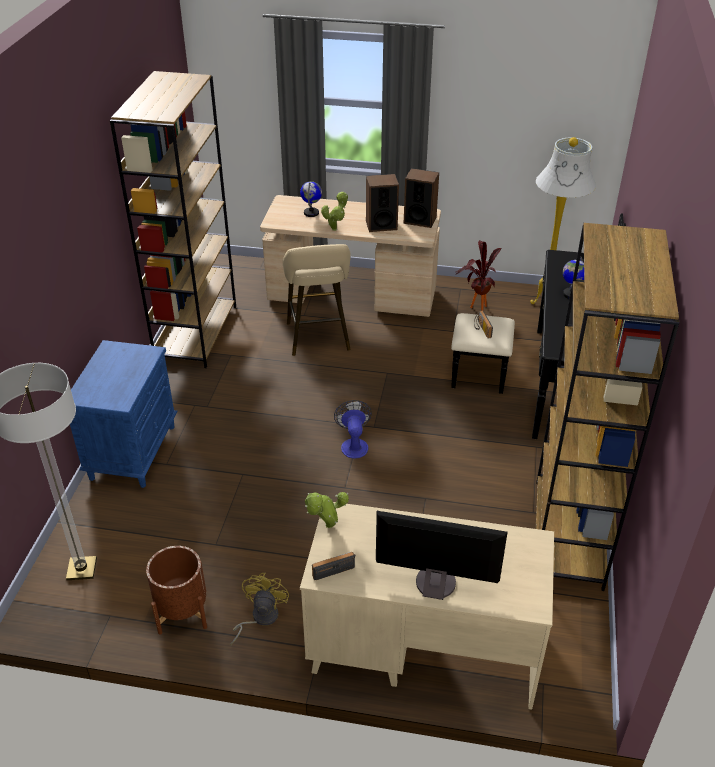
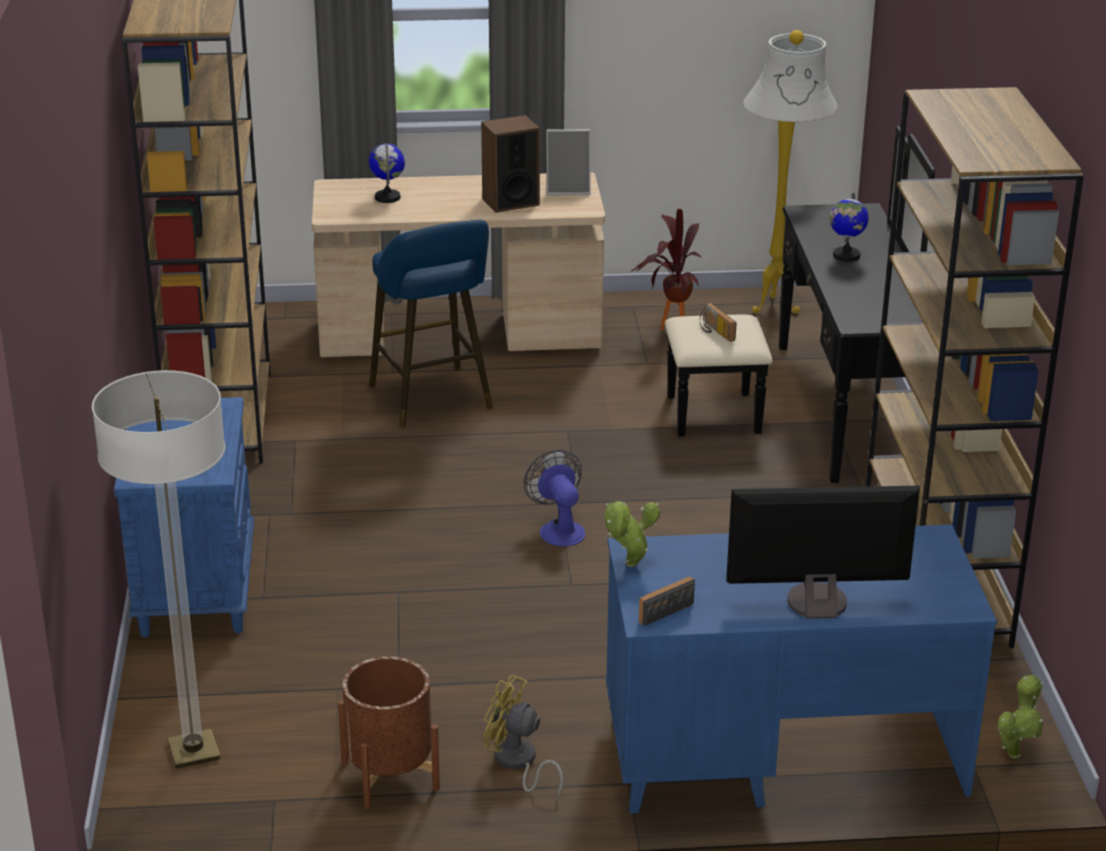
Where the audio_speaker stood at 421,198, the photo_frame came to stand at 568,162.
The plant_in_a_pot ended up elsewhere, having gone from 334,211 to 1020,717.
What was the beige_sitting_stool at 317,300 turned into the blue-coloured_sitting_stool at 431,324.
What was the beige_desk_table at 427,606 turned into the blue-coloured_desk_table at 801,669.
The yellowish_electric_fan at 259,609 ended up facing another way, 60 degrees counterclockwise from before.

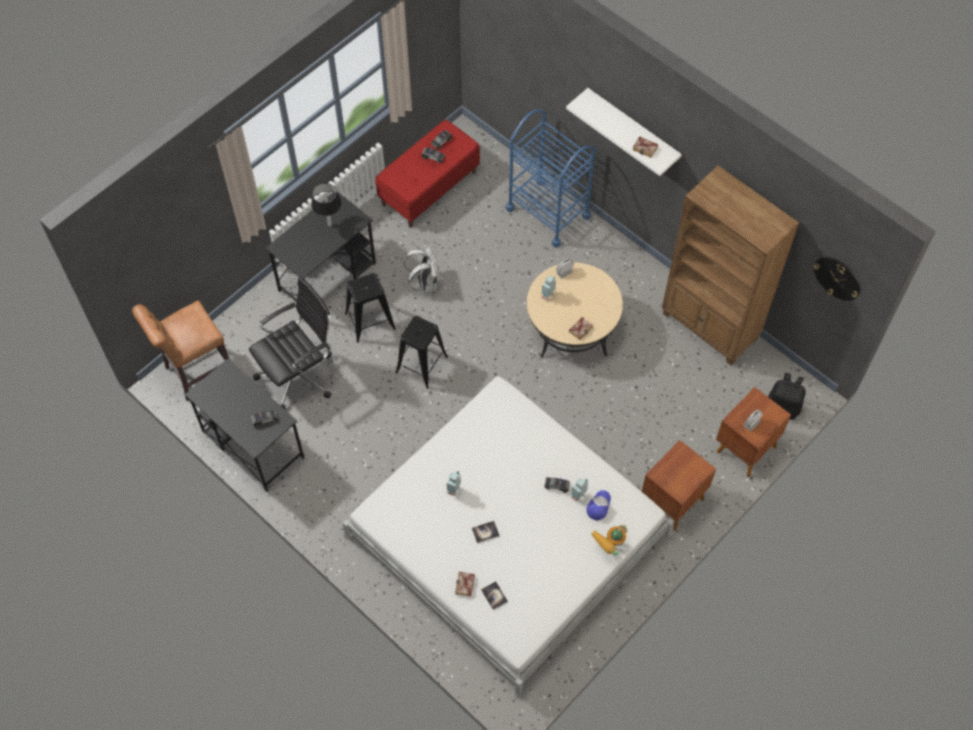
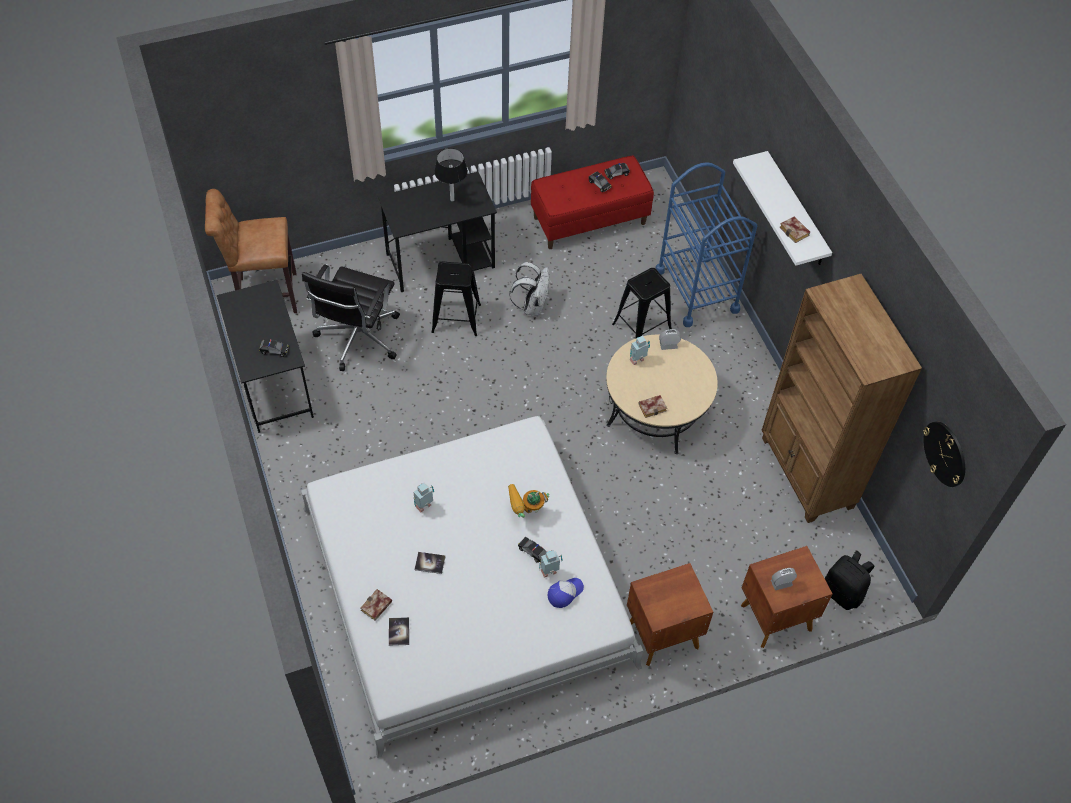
The blackish_computer_chair at 290,343 ended up facing another way, 120 degrees clockwise from before.
The blackish_sitting_stool ended up elsewhere, having gone from 421,352 to 642,303.
The model_robot ended up elsewhere, having gone from 609,540 to 528,501.

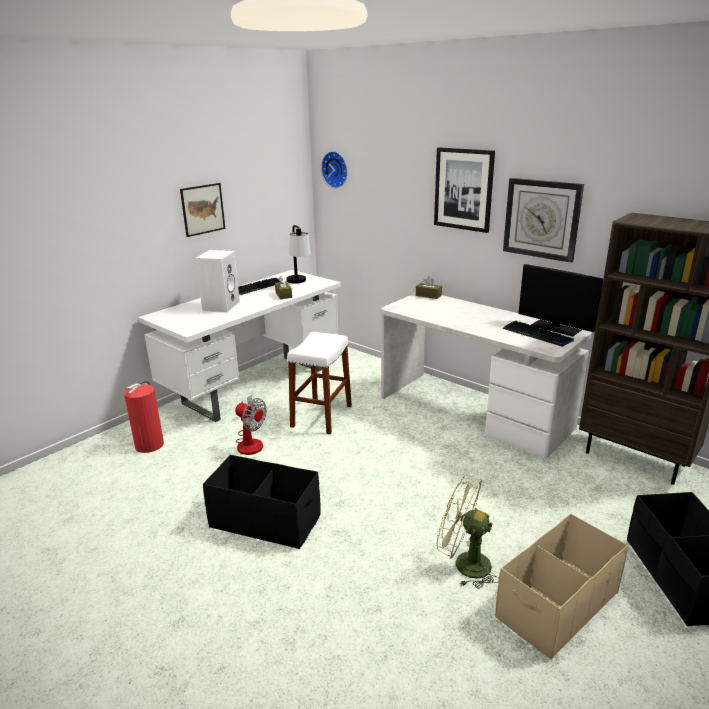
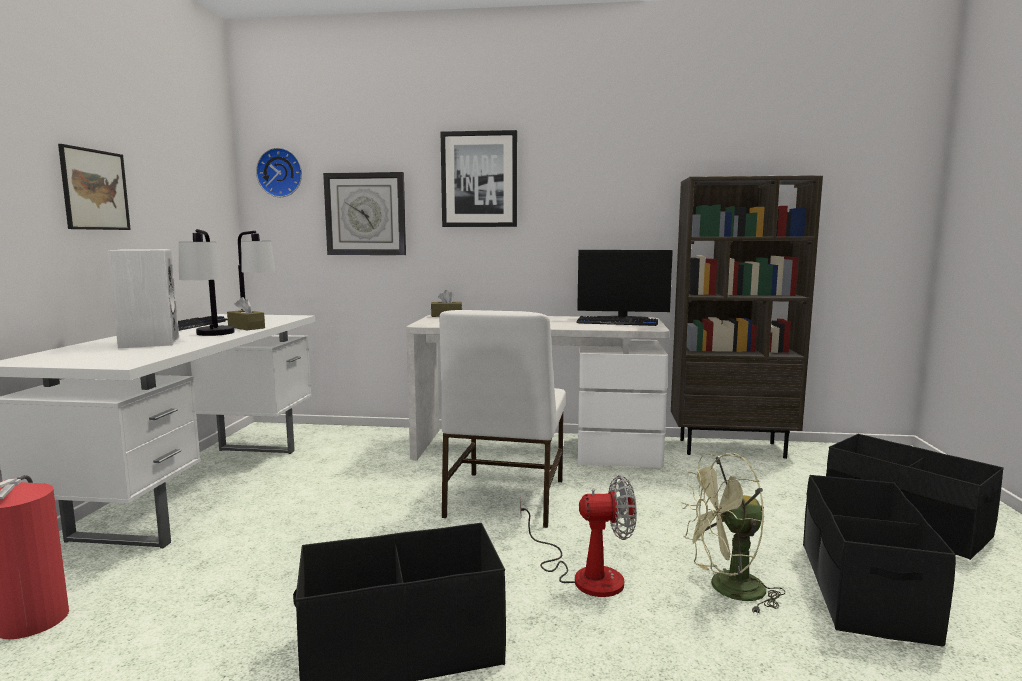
The hanging_clock ended up elsewhere, having gone from 543,220 to 364,213.
The second view lost the white_sitting_stool at 319,383.
The electric_fan ended up elsewhere, having gone from 251,425 to 578,536.
What was the beige_storage_bin at 561,586 turned into the blackish_storage_bin at 879,561.
The second view gained the table_lamp at 207,282.
The second view gained the white_chair at 502,419.

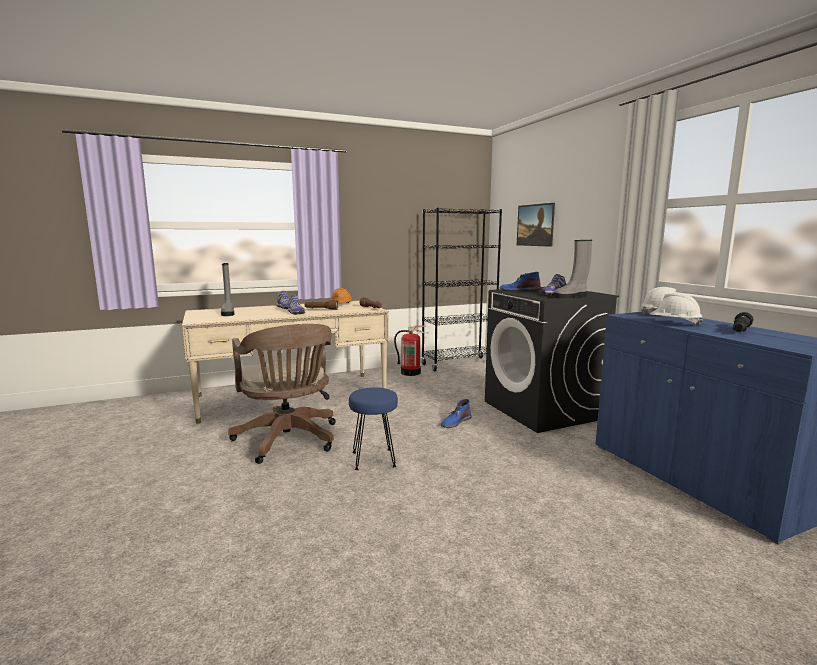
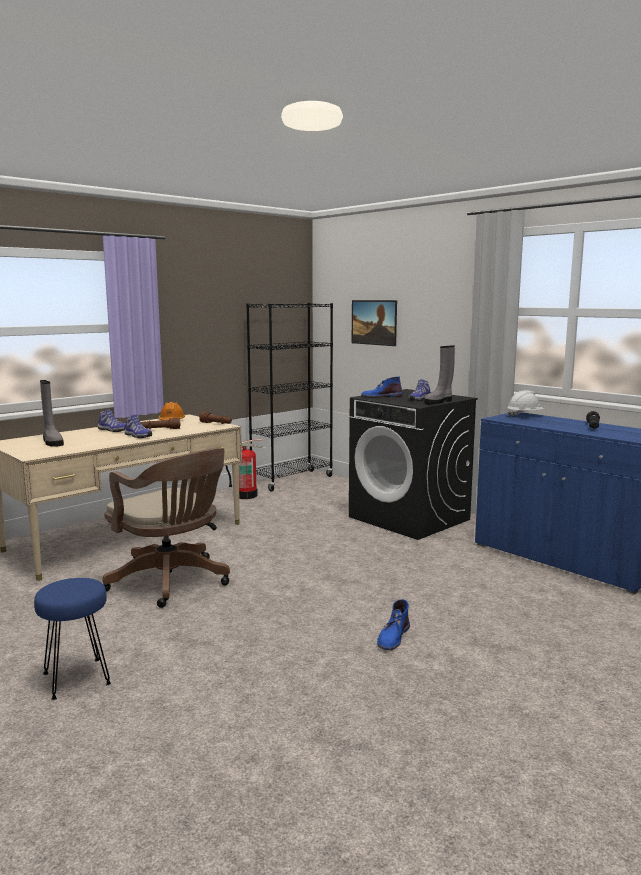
The second view lost the white_safety_helmet at 676,309.
The blue-coloured_sitting_stool ended up elsewhere, having gone from 373,428 to 72,639.
The blue-coloured_high-top_boot ended up elsewhere, having gone from 456,413 to 393,624.

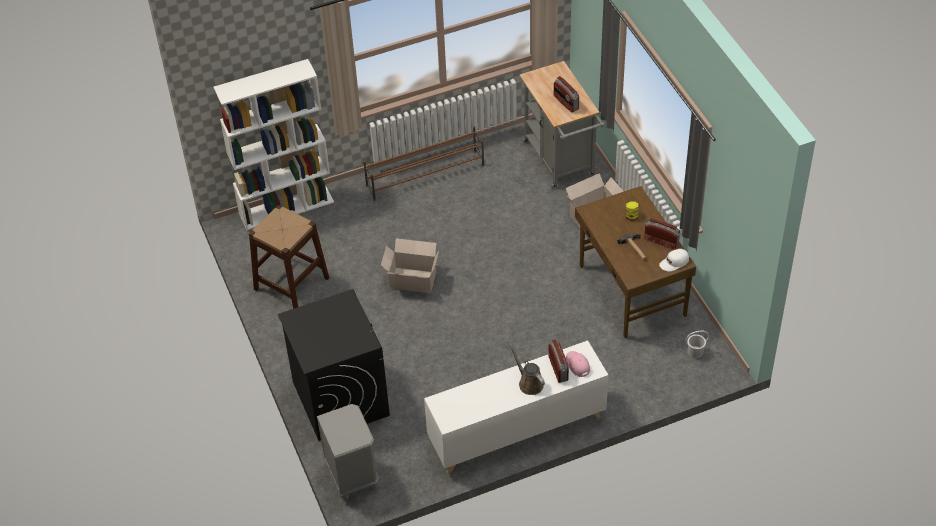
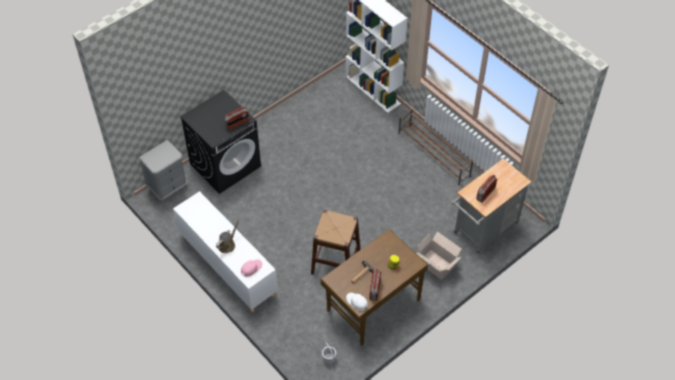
The brown_sitting_stool ended up elsewhere, having gone from 289,257 to 336,242.
The second view lost the cardboard_box at 410,265.
The radio_set ended up elsewhere, having gone from 558,361 to 236,118.

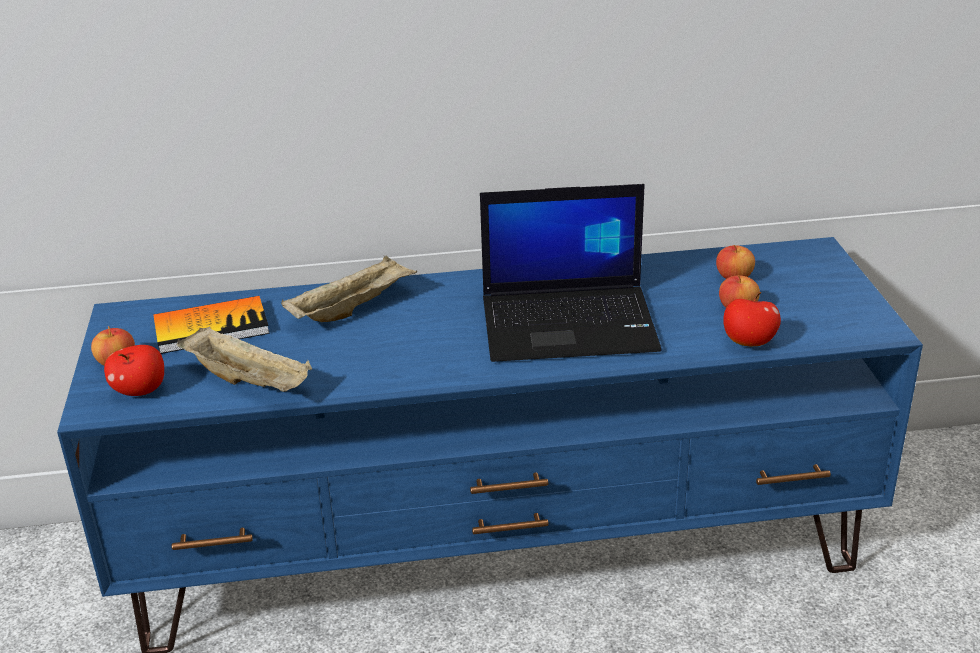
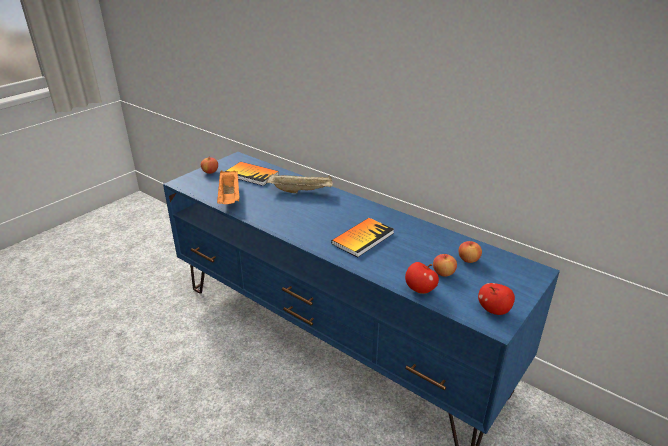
Where the laptop stood at 570,273, the volume came to stand at 362,237.
What was the beige_serving_tray at 244,359 turned into the orangey_serving_tray at 228,187.
The apple_fruit ended up elsewhere, having gone from 134,370 to 496,299.

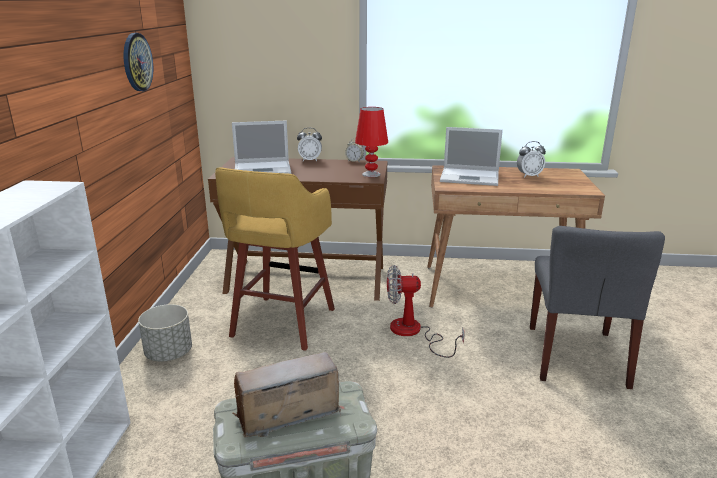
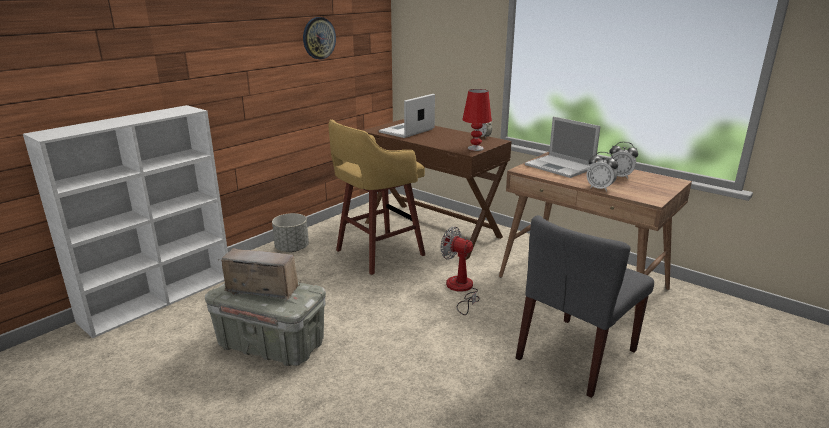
The laptop at 261,147 ended up facing another way, 105 degrees clockwise from before.
The bedside_clock ended up elsewhere, having gone from 309,144 to 602,172.

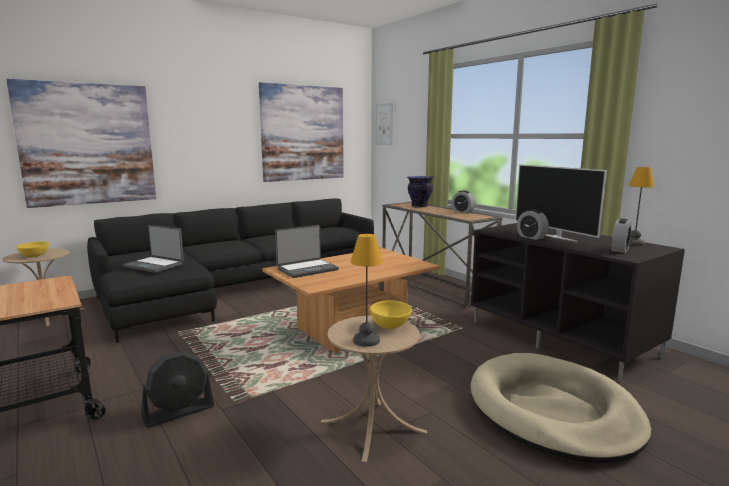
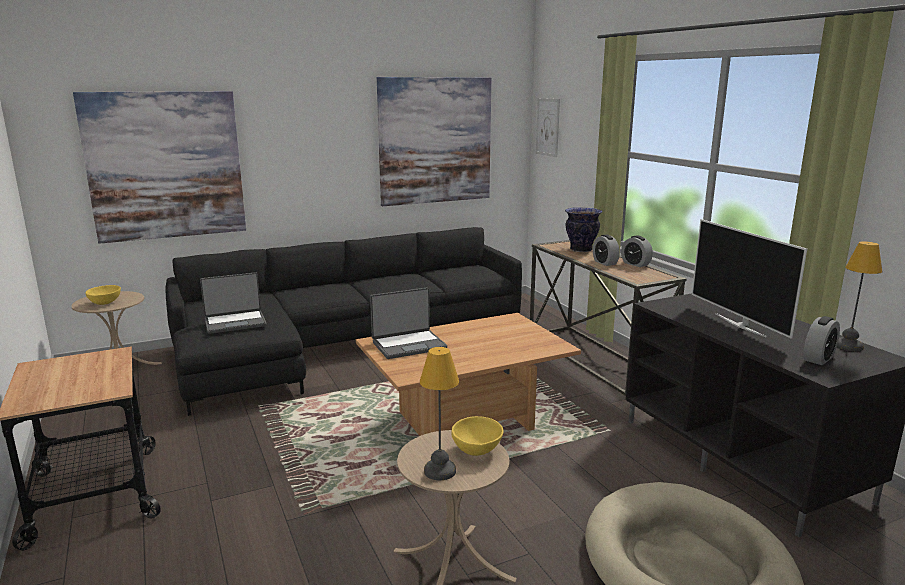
The bedside_clock ended up elsewhere, having gone from 533,224 to 606,250.
The laptop at 153,249 ended up facing another way, 60 degrees counterclockwise from before.
The second view lost the blackish_electric_fan at 177,389.

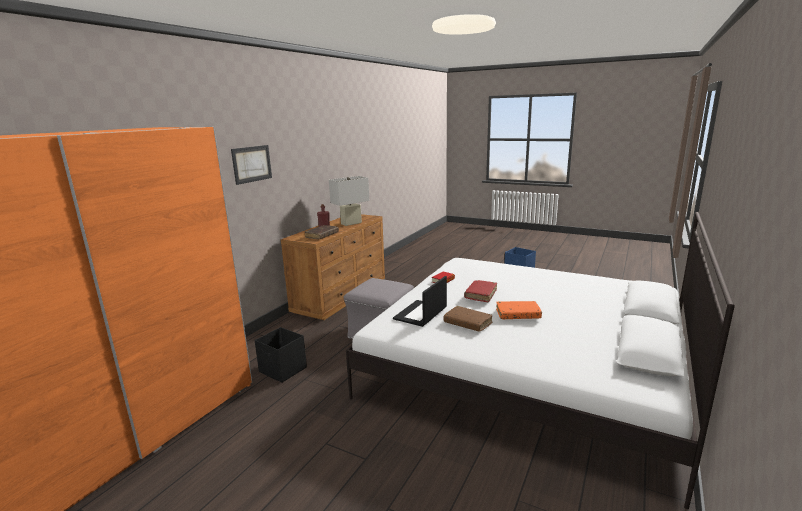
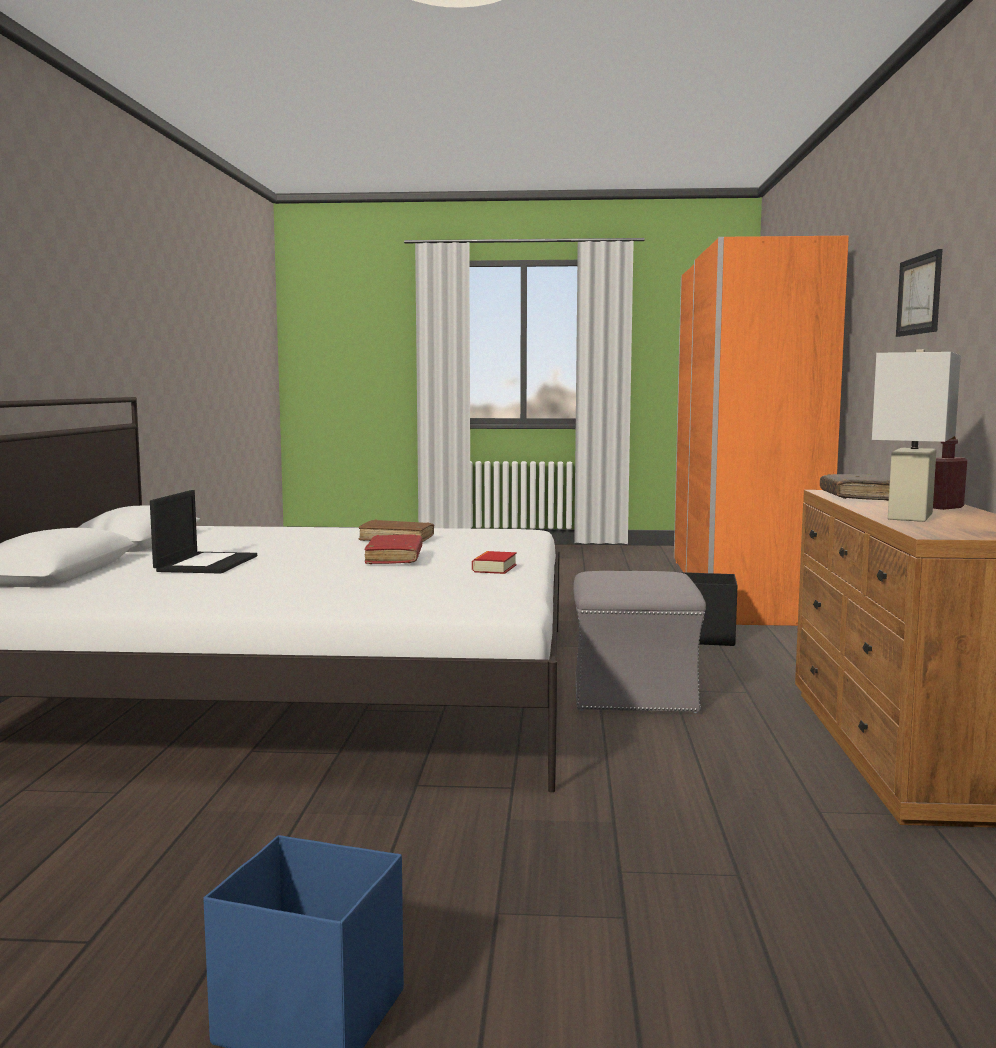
The laptop ended up elsewhere, having gone from 420,301 to 203,532.
The second view lost the orangey_volume at 519,310.

